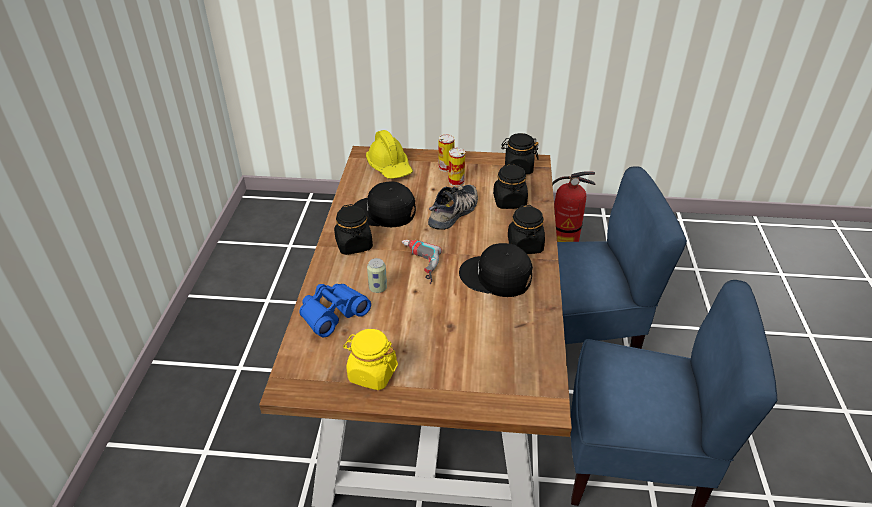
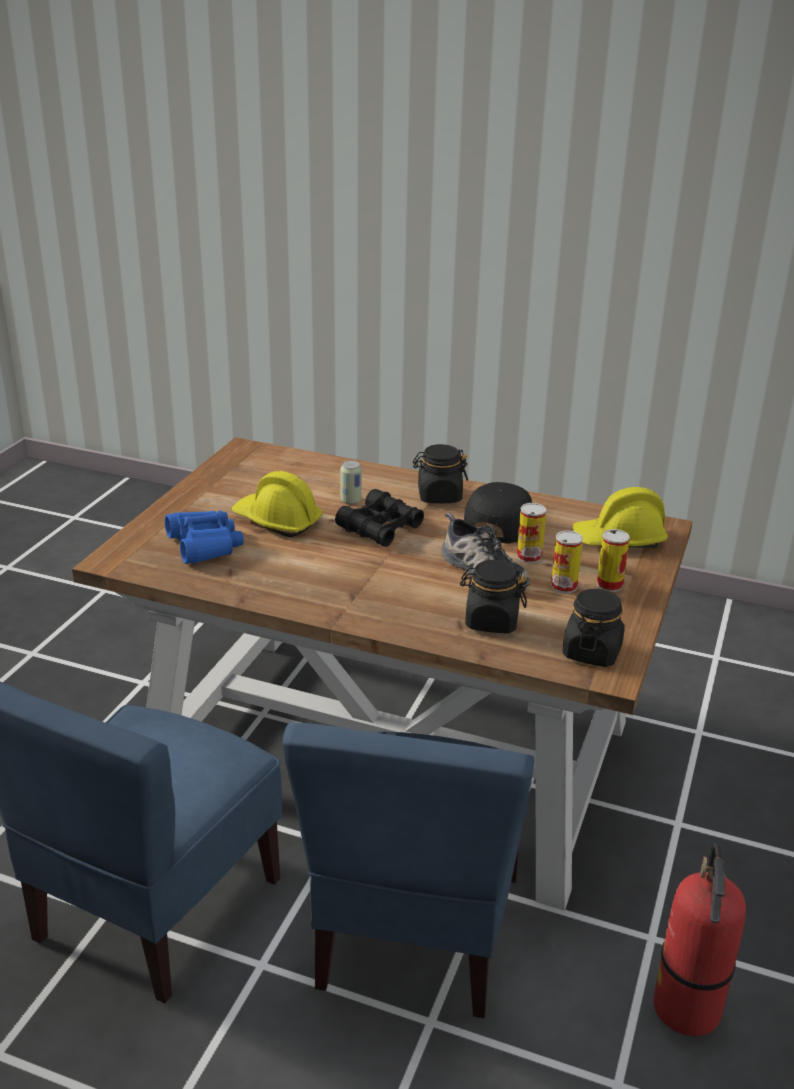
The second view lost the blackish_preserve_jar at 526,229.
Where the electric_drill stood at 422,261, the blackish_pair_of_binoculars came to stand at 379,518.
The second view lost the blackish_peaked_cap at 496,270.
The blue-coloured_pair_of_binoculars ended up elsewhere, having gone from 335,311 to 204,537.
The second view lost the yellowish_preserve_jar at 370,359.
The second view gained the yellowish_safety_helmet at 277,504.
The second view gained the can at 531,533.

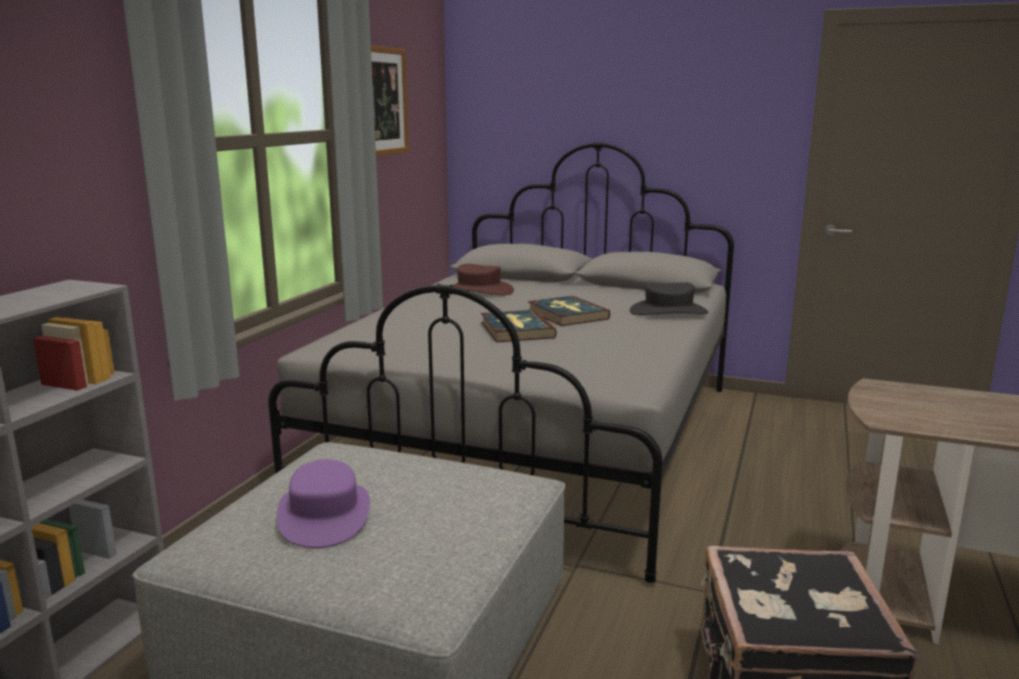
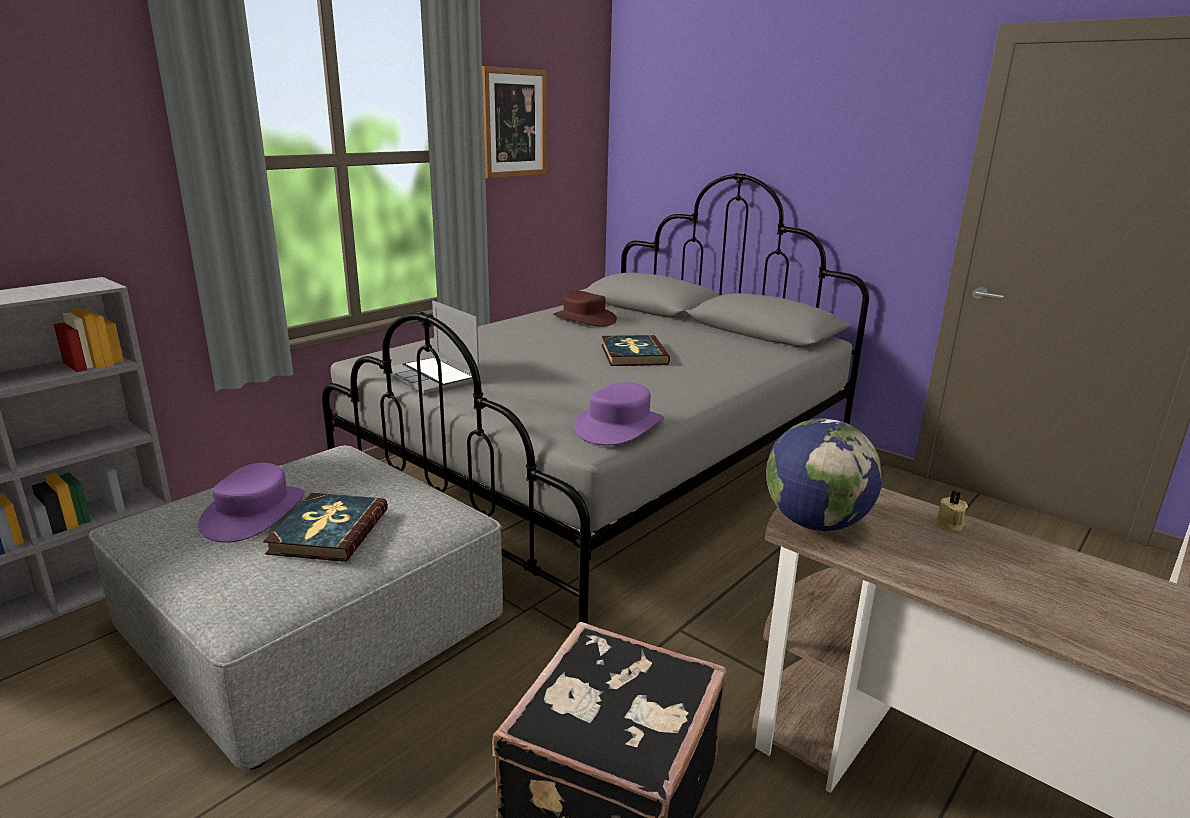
The second view lost the blackish_wearable_hat at 669,298.
The volume ended up elsewhere, having gone from 519,326 to 325,527.
The second view gained the laptop at 431,347.
The second view gained the purple-coloured_wearable_hat at 619,413.
The second view gained the globe at 824,474.
The second view gained the beige_wax_candle at 951,511.

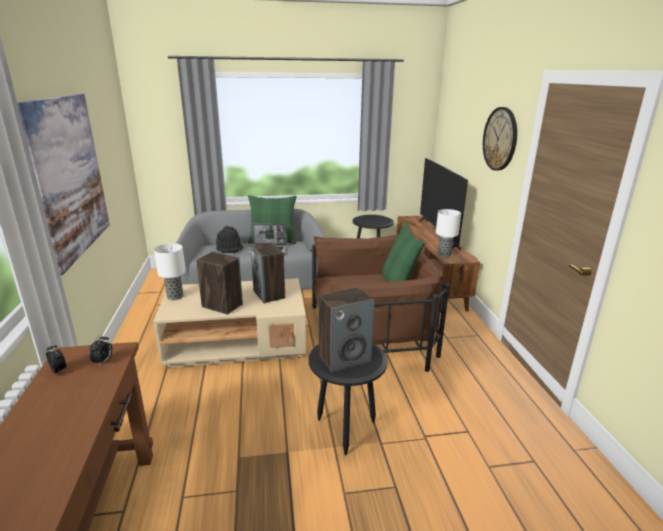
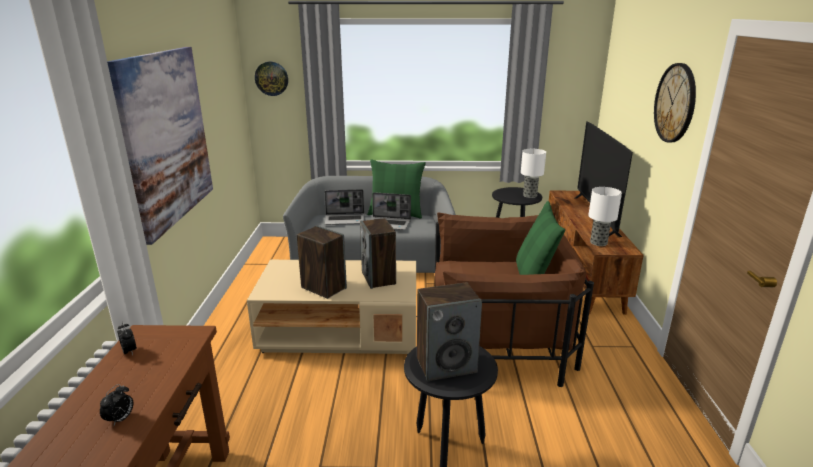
Where the blackish_wearable_hat stood at 229,239, the laptop came to stand at 344,207.
The table_lamp ended up elsewhere, having gone from 170,271 to 533,173.
The bedside_clock ended up elsewhere, having gone from 100,349 to 116,405.
The second view gained the hanging_clock at 271,79.

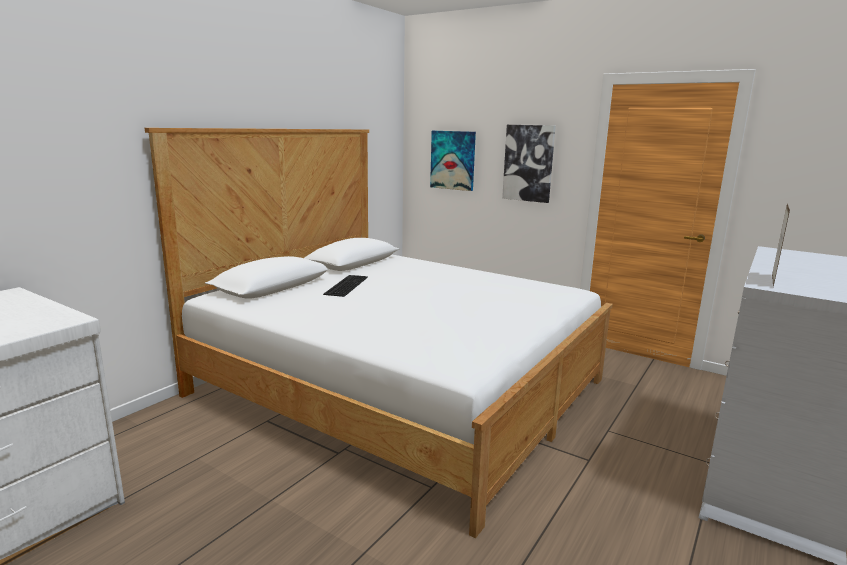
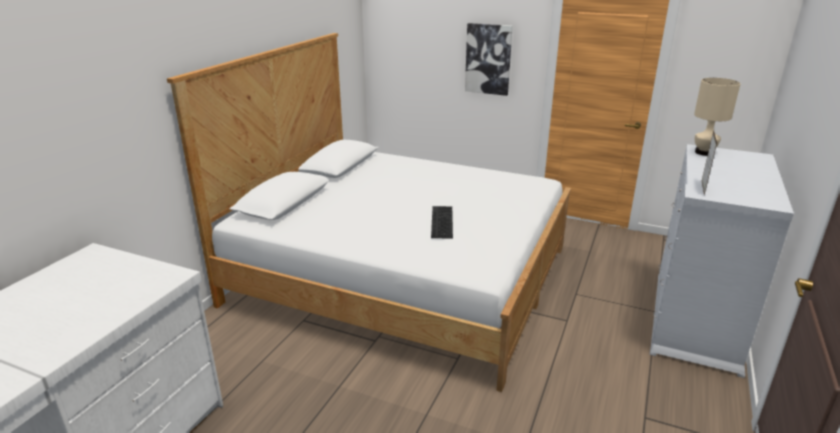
The second view lost the picture at 453,161.
The PC_keyboard ended up elsewhere, having gone from 345,286 to 442,222.
The second view gained the beige_table_lamp at 717,117.

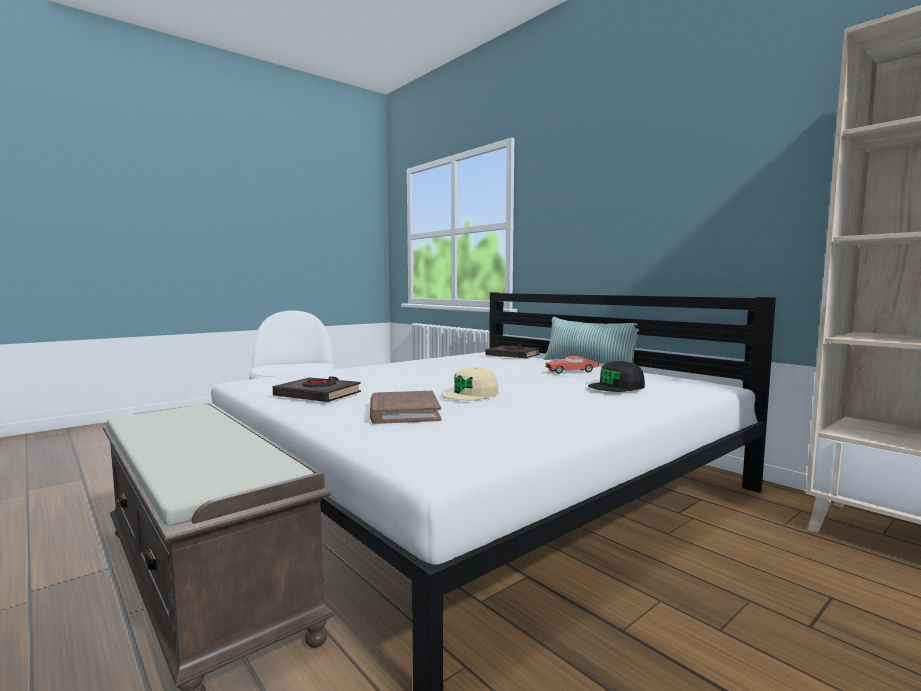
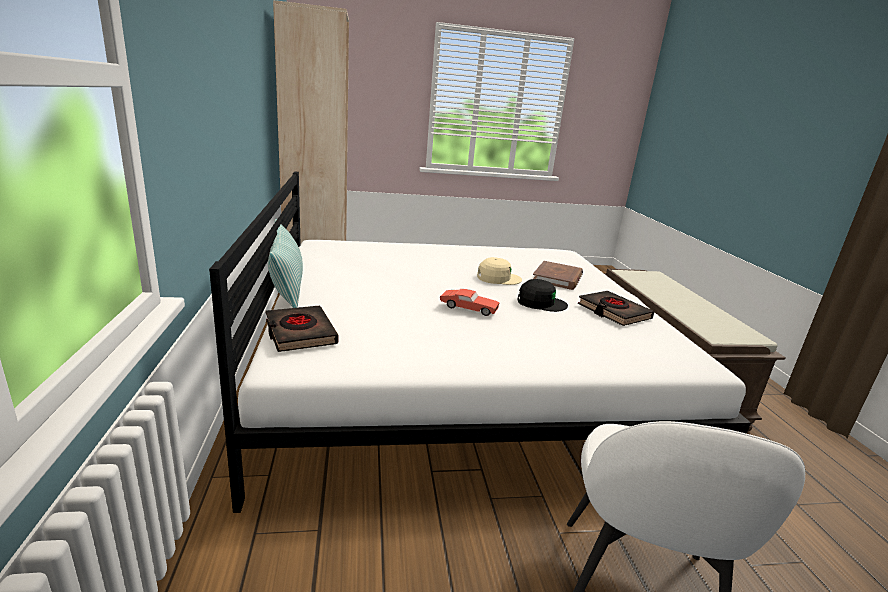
The reddish_miniature_car ended up elsewhere, having gone from 572,365 to 469,302.
The blackish_peaked_cap ended up elsewhere, having gone from 616,376 to 543,295.

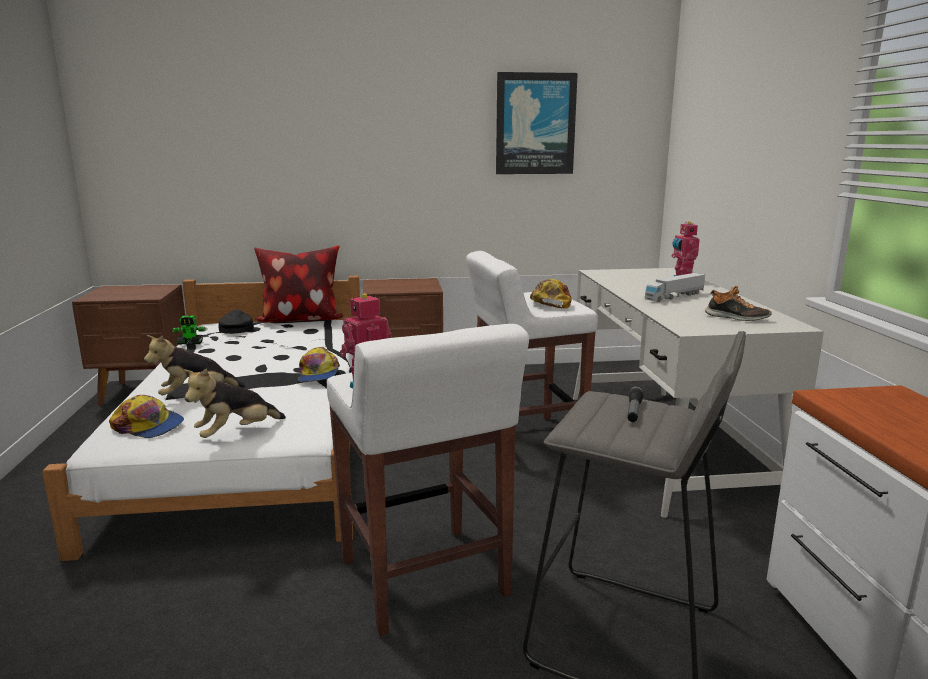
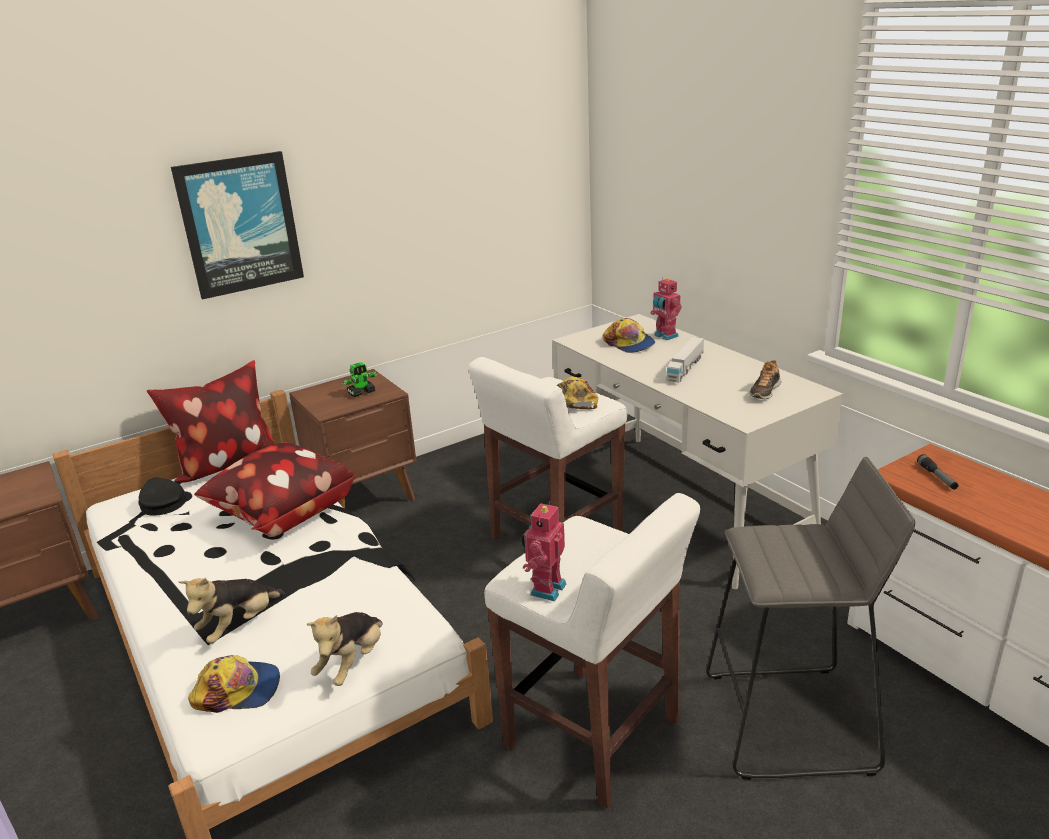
The picture ended up elsewhere, having gone from 537,123 to 237,225.
The low_shoe at 738,303 ended up facing another way, 120 degrees clockwise from before.
The model_robot ended up elsewhere, having gone from 189,330 to 359,379.
The peaked_cap ended up elsewhere, having gone from 319,364 to 629,335.
The hand_torch ended up elsewhere, having gone from 635,404 to 937,472.
The second view gained the throw_pillow at 275,489.

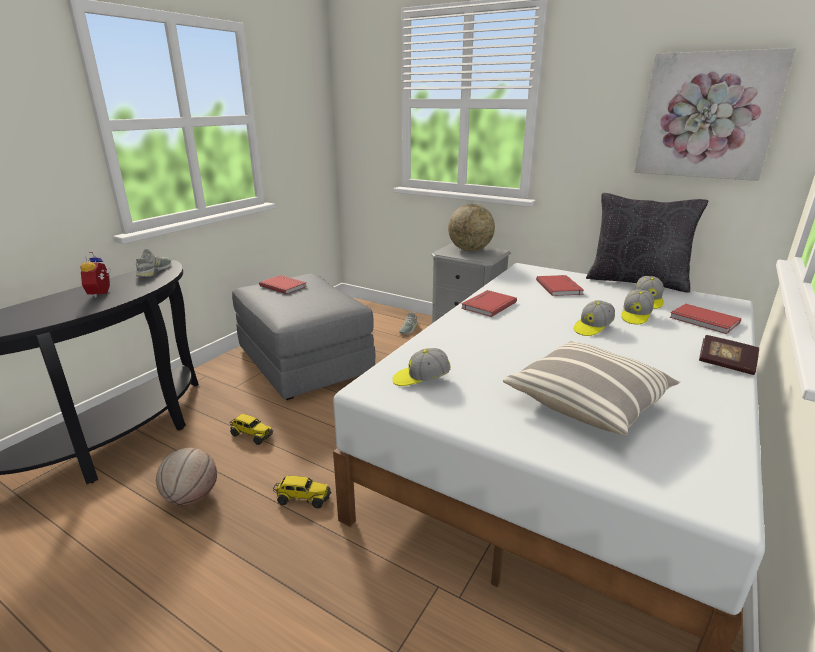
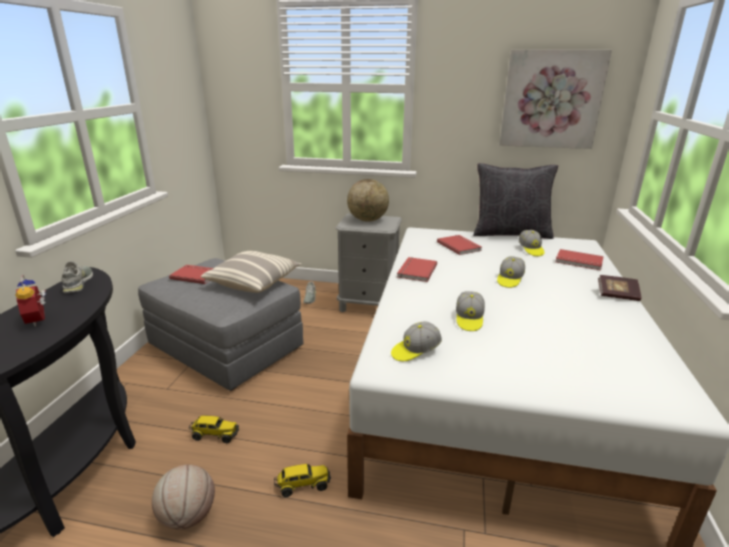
The peaked_cap ended up elsewhere, having gone from 637,307 to 470,311.
The throw_pillow ended up elsewhere, having gone from 592,388 to 251,272.

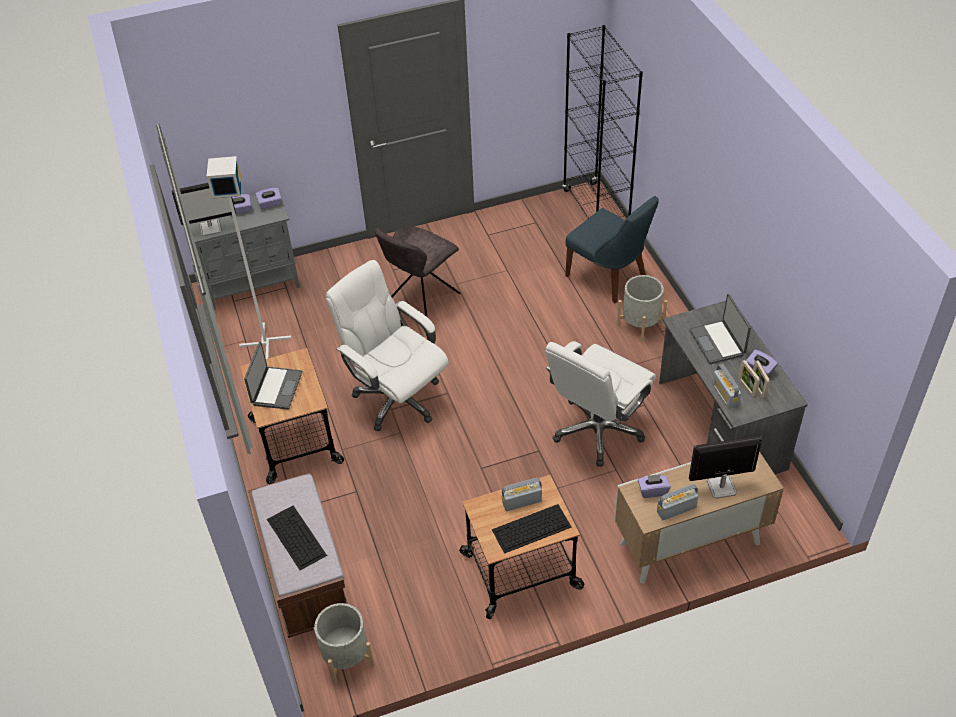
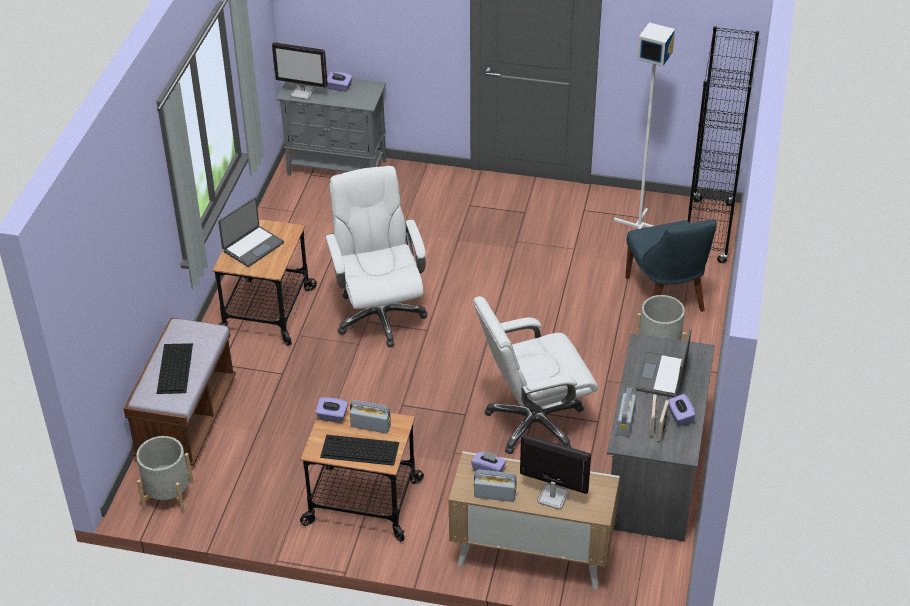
The white_standing_lamp ended up elsewhere, having gone from 249,257 to 644,126.
The purple-coloured_tissue_holder ended up elsewhere, having gone from 268,198 to 331,410.
The second view lost the grey_chair at 417,272.

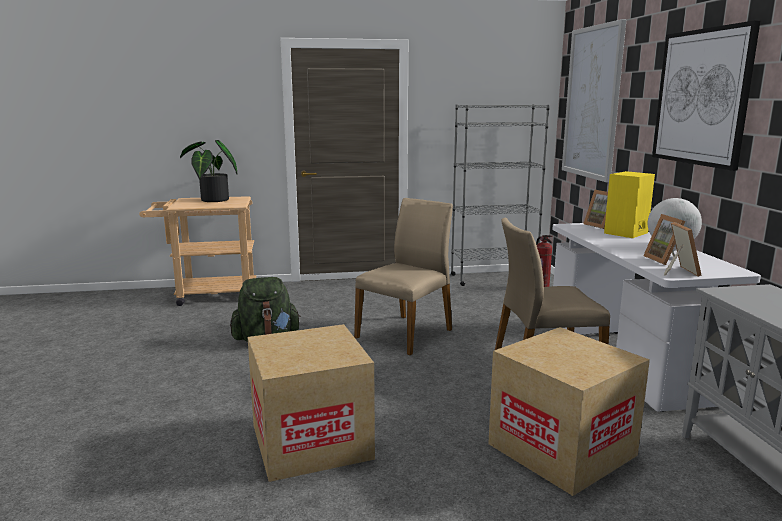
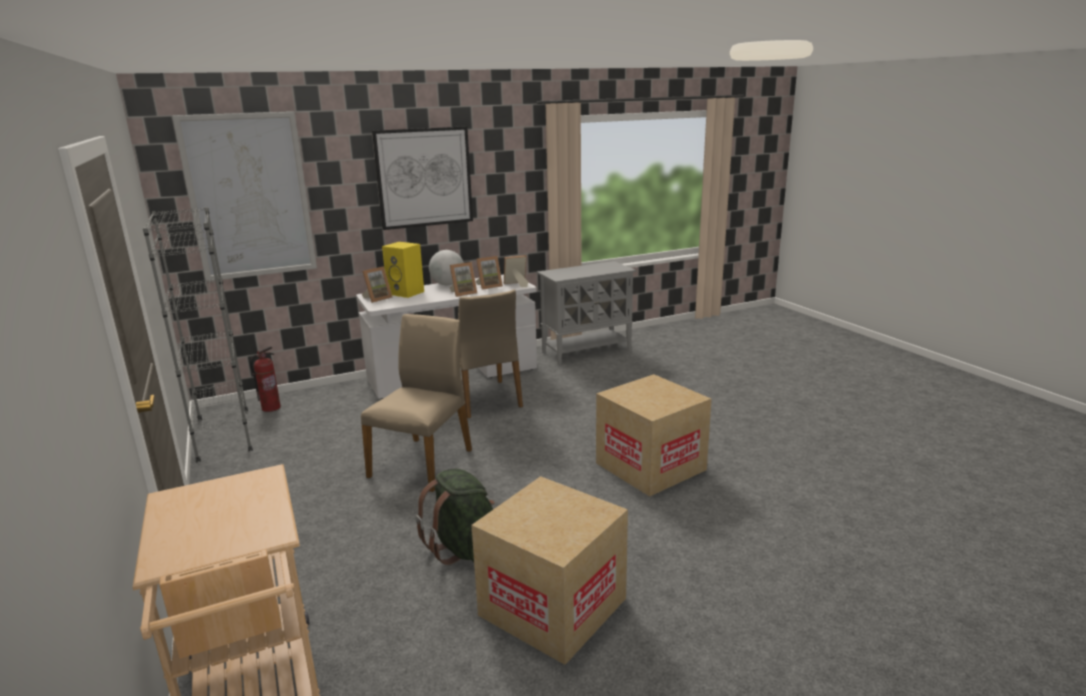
The second view lost the plant_in_a_pot at 208,171.
The beige_chair at 403,276 ended up facing another way, 90 degrees clockwise from before.
The cardboard_box ended up elsewhere, having gone from 569,411 to 549,570.
The second view gained the photo_frame at 463,279.

